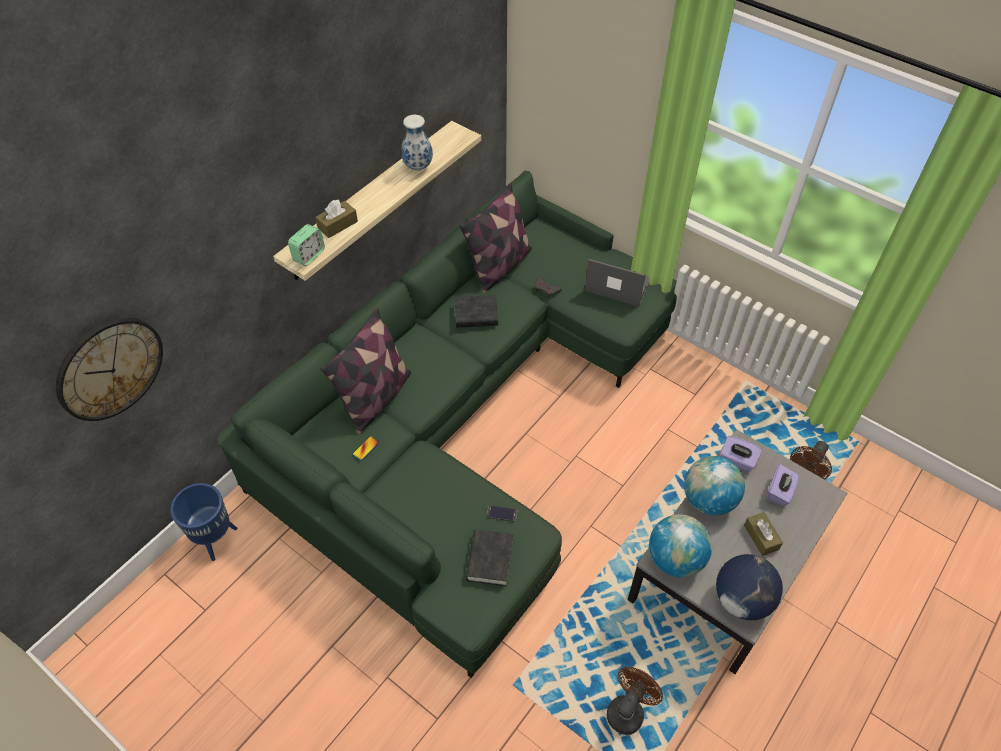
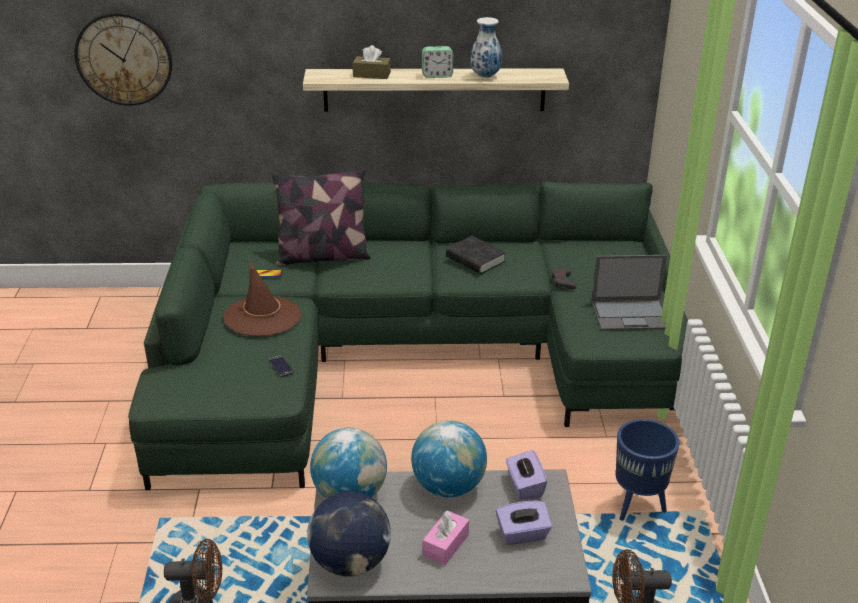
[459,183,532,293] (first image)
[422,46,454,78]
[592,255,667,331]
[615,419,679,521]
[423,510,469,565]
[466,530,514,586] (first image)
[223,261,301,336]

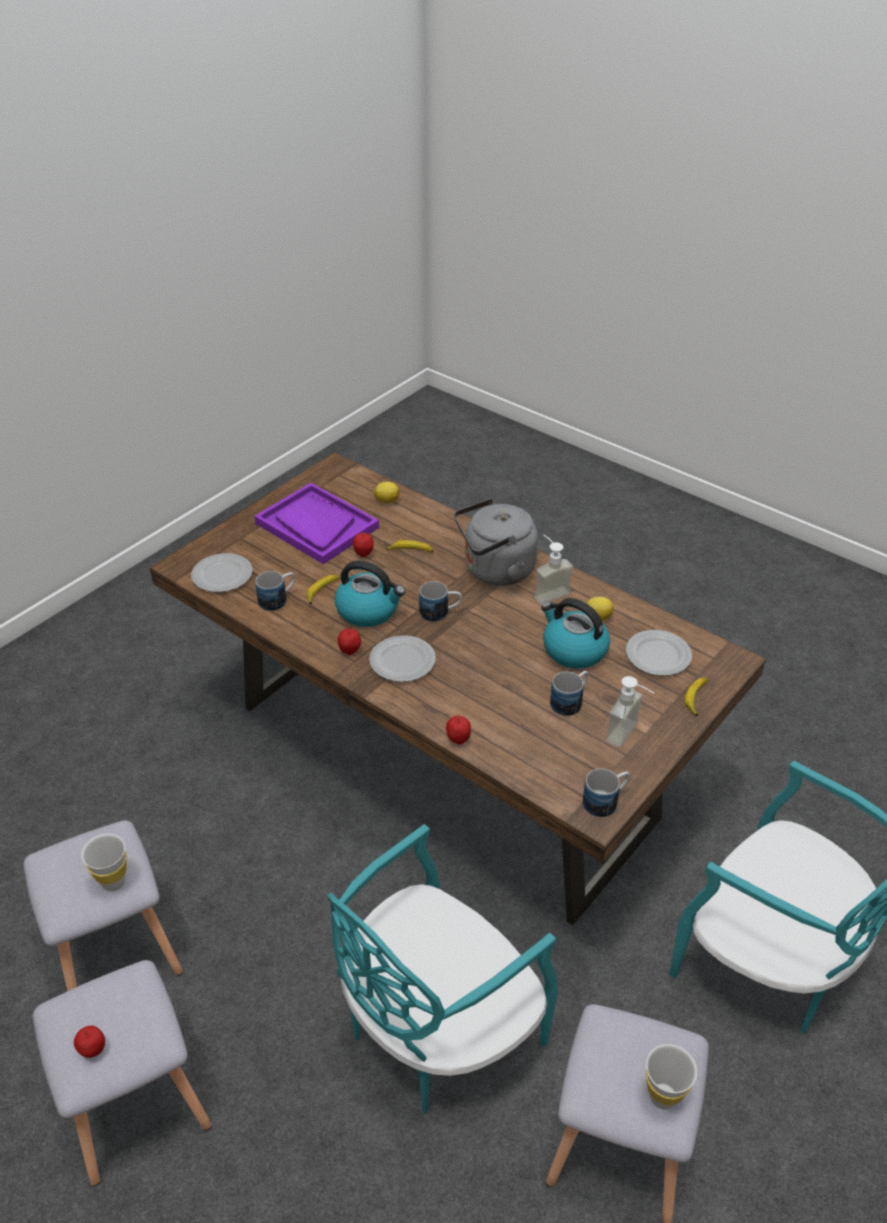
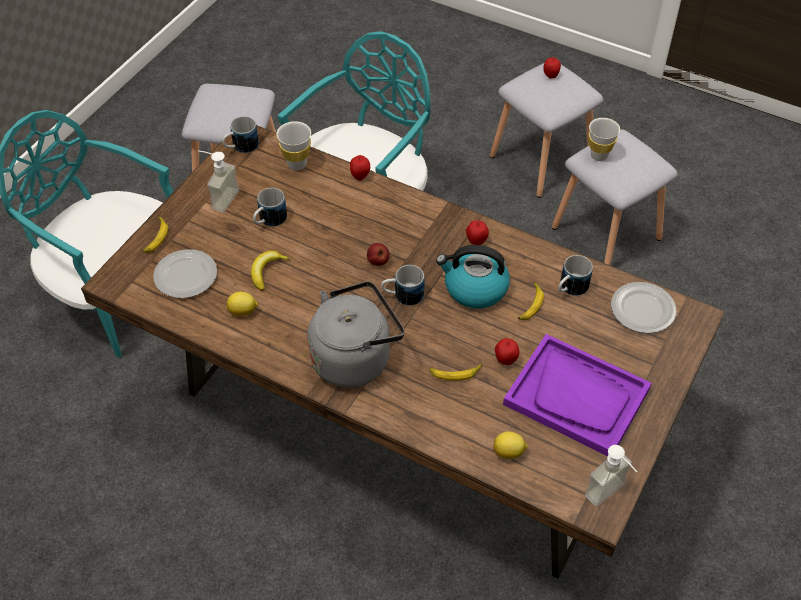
[585,445,637,506]
[251,250,290,291]
[369,635,436,682] (first image)
[276,121,311,170]
[367,243,389,266]

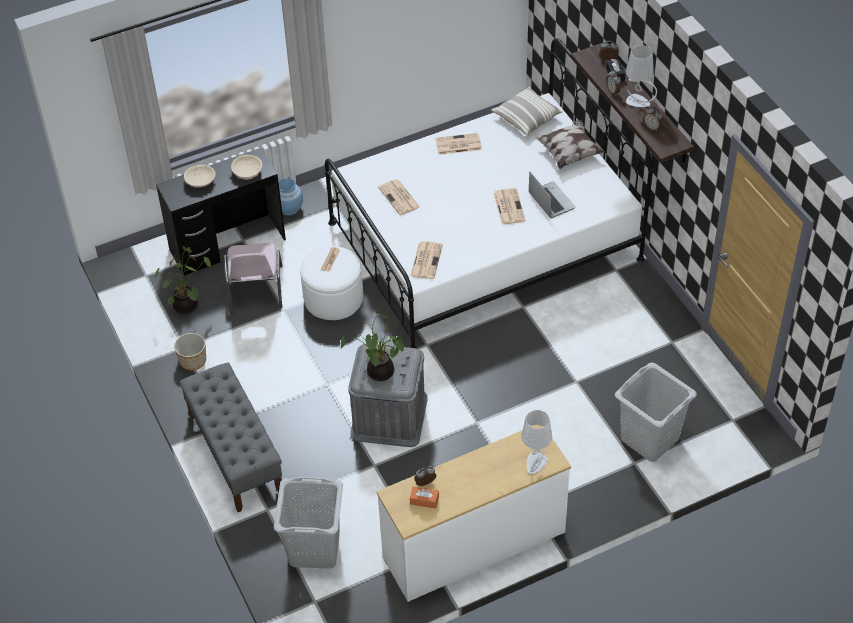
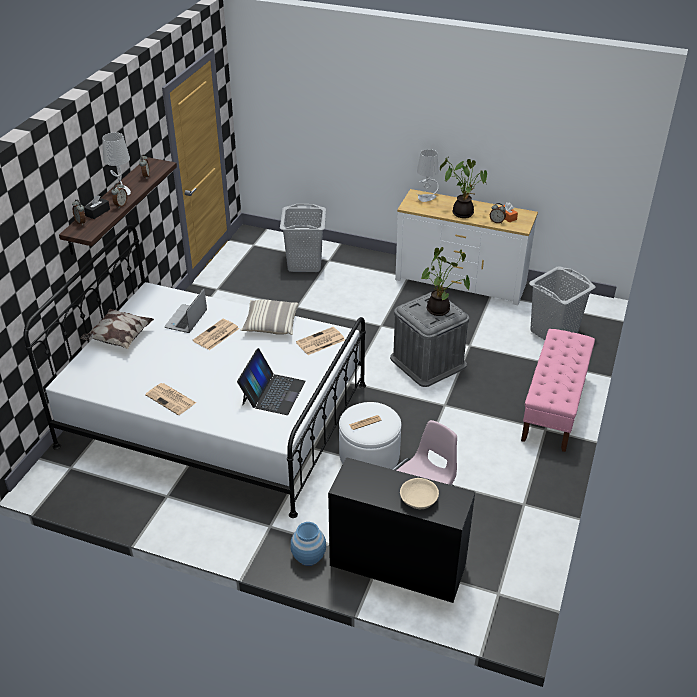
[241,300,298,335]
[231,155,262,180] (first image)
[237,348,306,415]
[440,156,487,218]
[174,333,206,370] (first image)
[521,329,595,452]

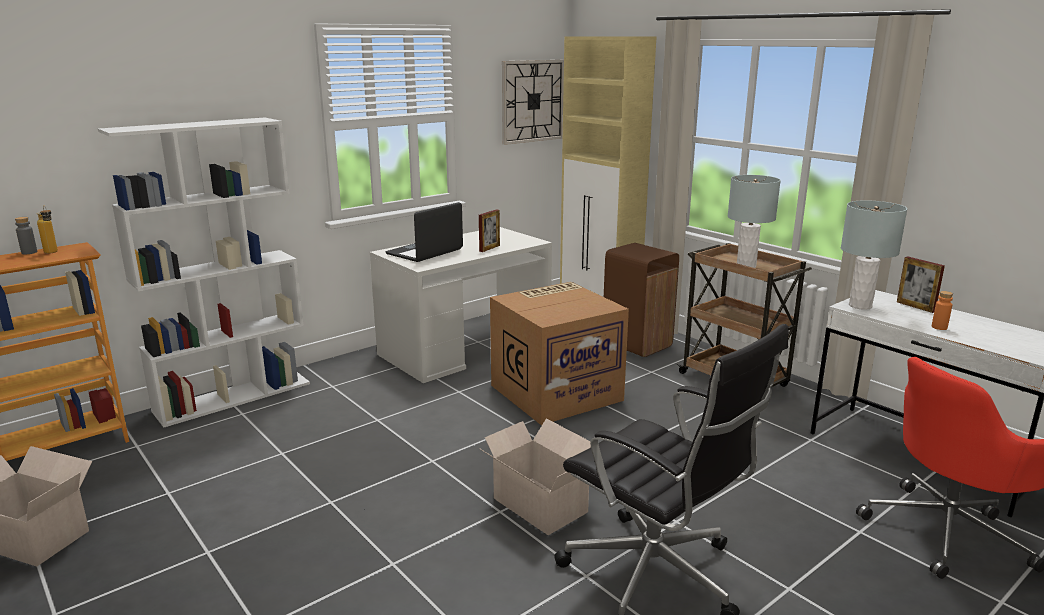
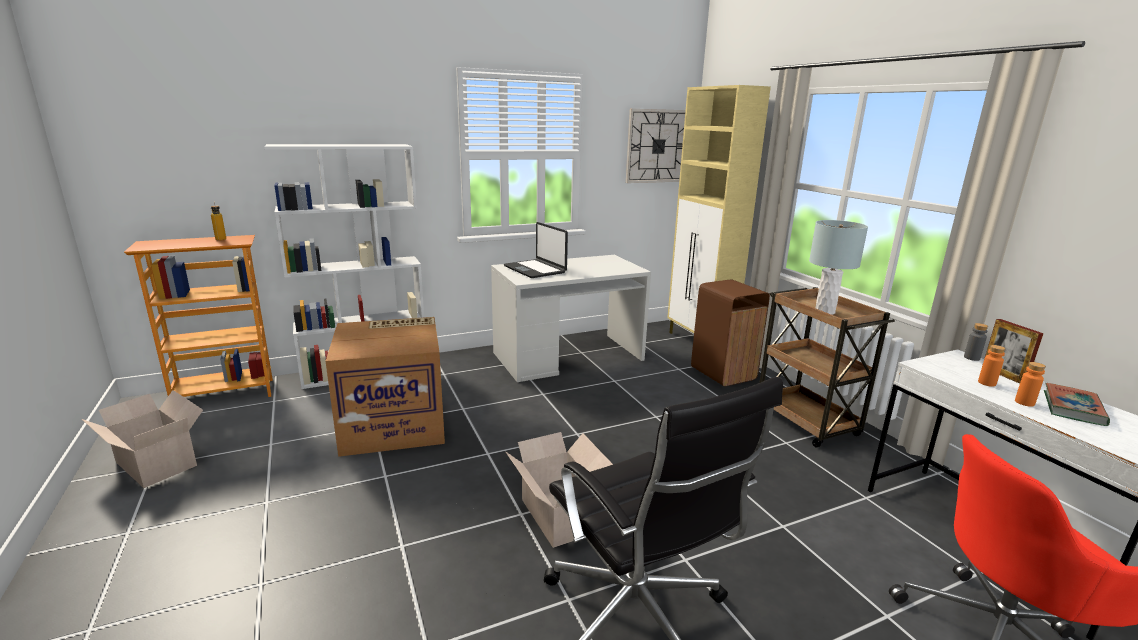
[841,200,907,310] (first image)
[504,222,568,278]
[479,209,500,252] (first image)
[964,323,988,361]
[326,317,445,457]
[978,345,1005,387]
[1044,383,1110,426]

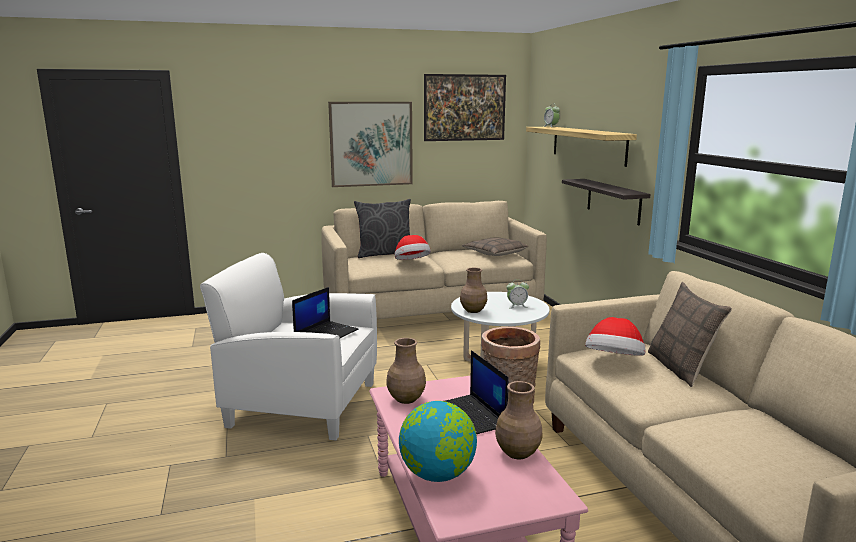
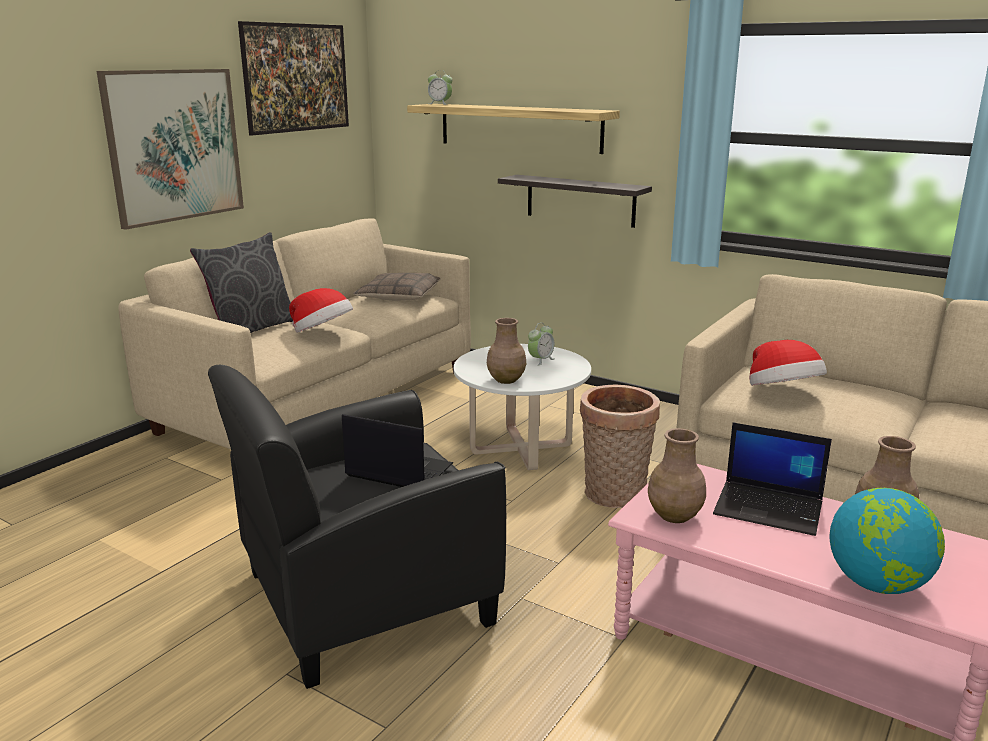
[208,365,506,689]
[648,282,732,387] (first image)
[342,414,453,487]

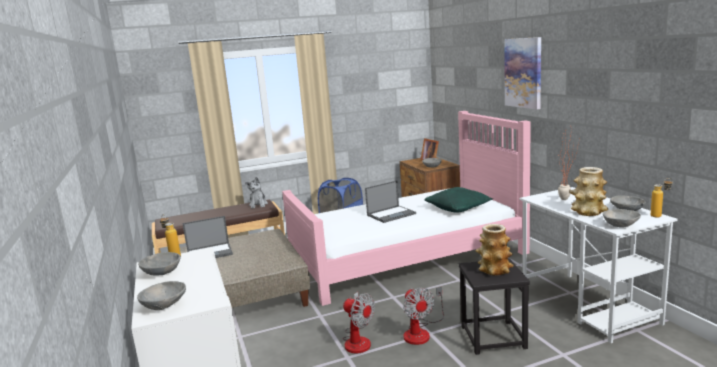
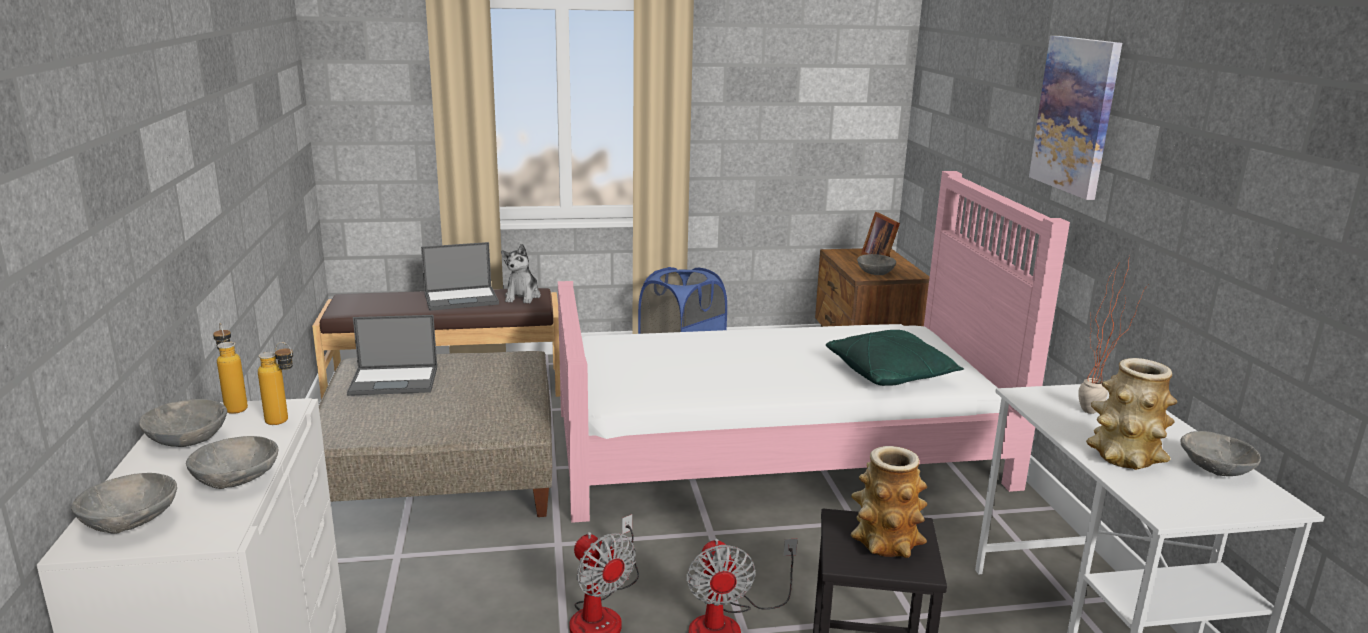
[258,342,293,425]
[421,242,499,311]
[186,436,278,489]

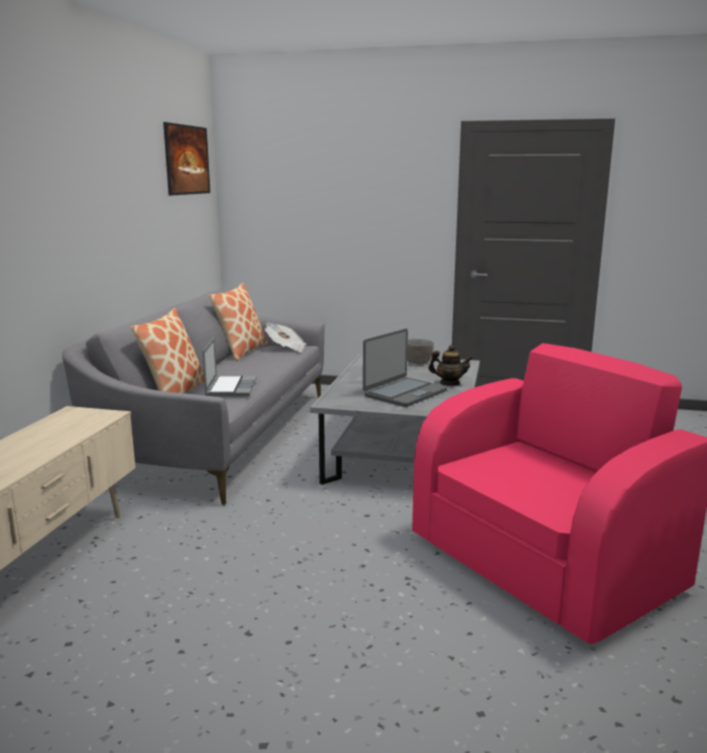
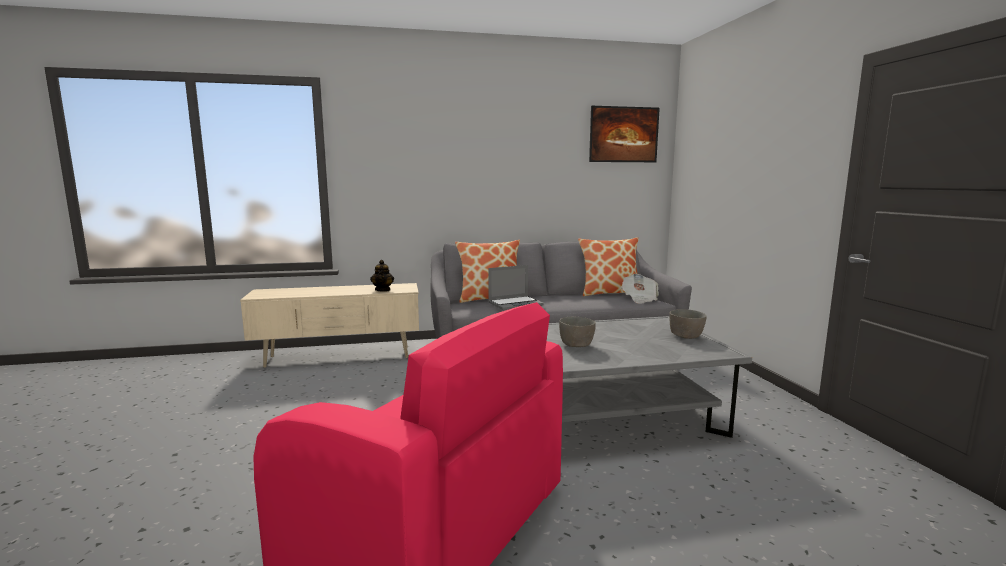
[559,317,596,347]
[370,260,394,292]

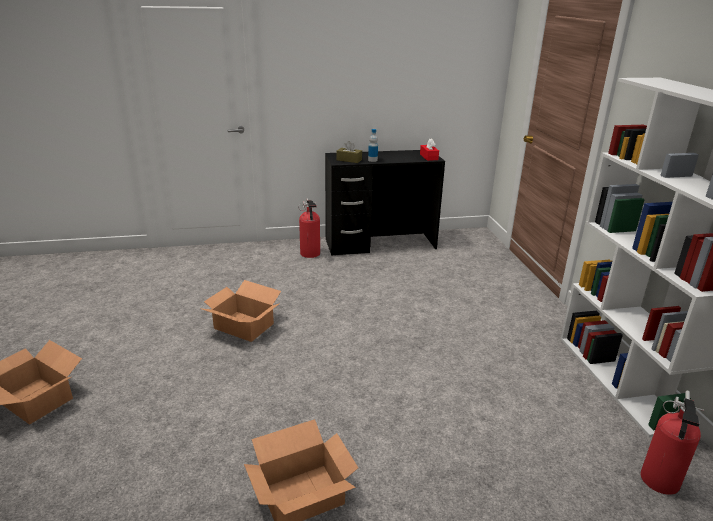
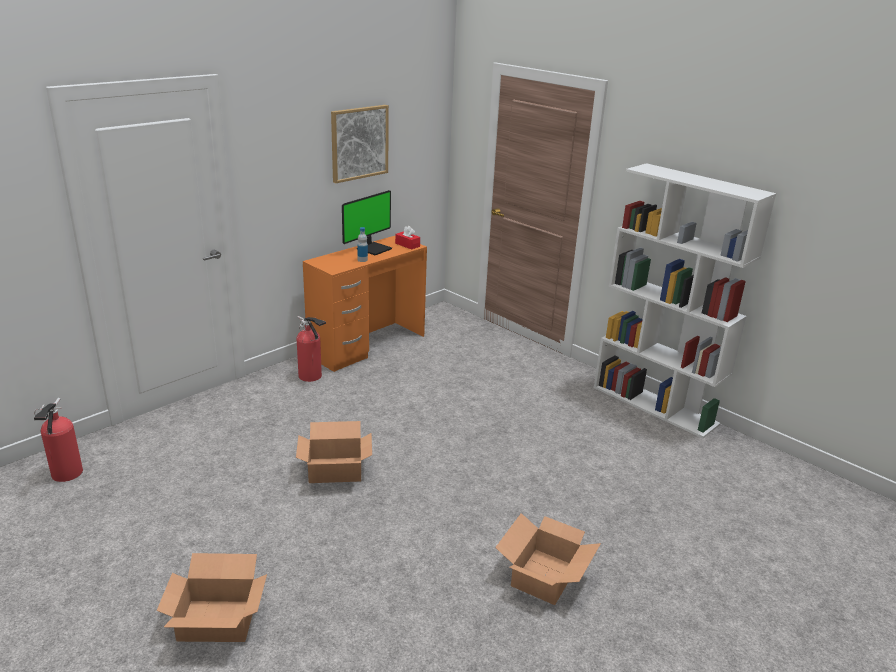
[337,141,362,163] (first image)
[303,236,427,372]
[34,398,83,482]
[331,105,389,183]
[342,190,392,255]

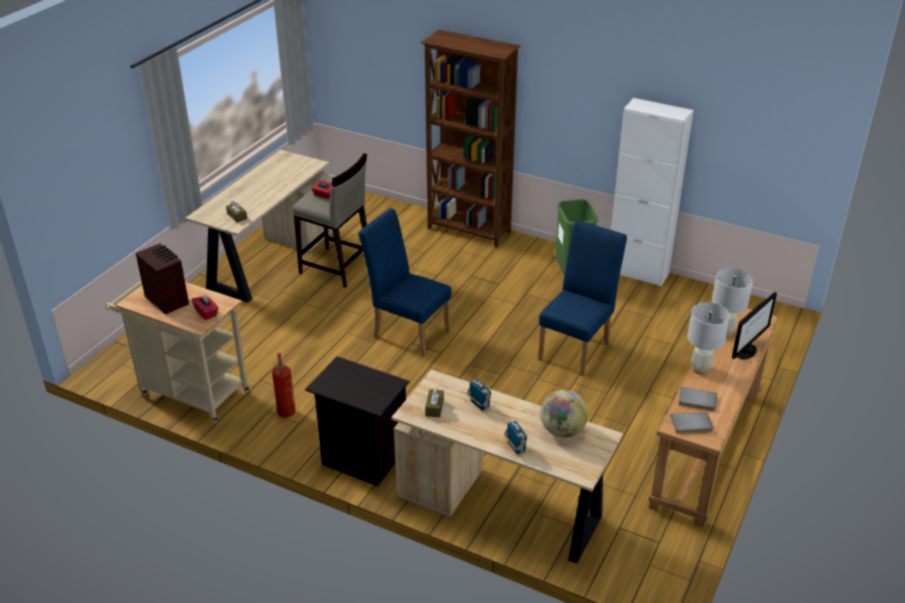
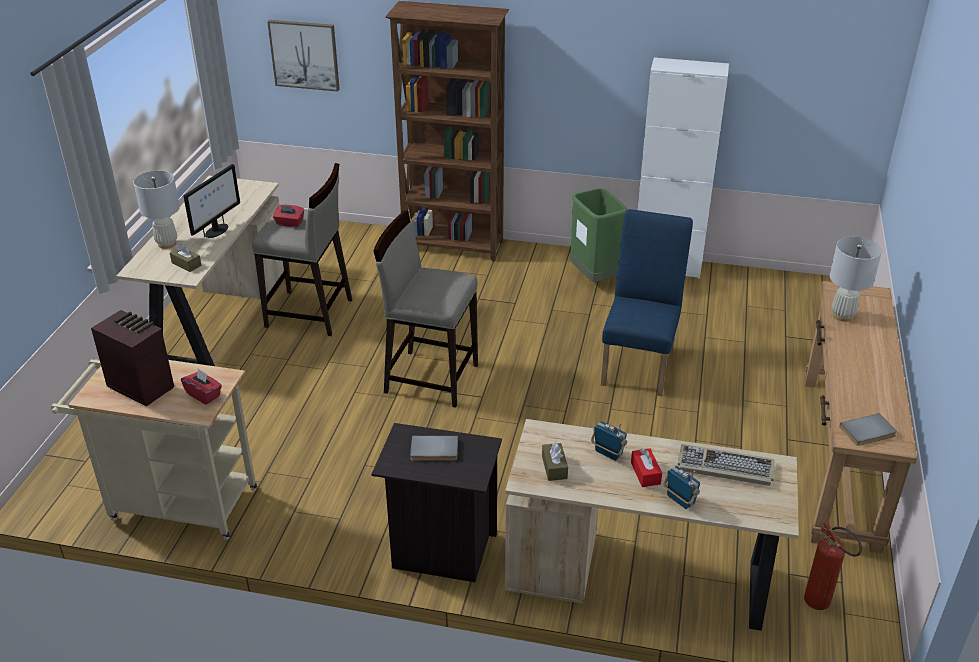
[374,211,478,408]
[184,164,240,238]
[134,171,180,249]
[804,521,862,610]
[410,436,458,461]
[678,444,775,486]
[267,20,340,92]
[631,448,662,487]

